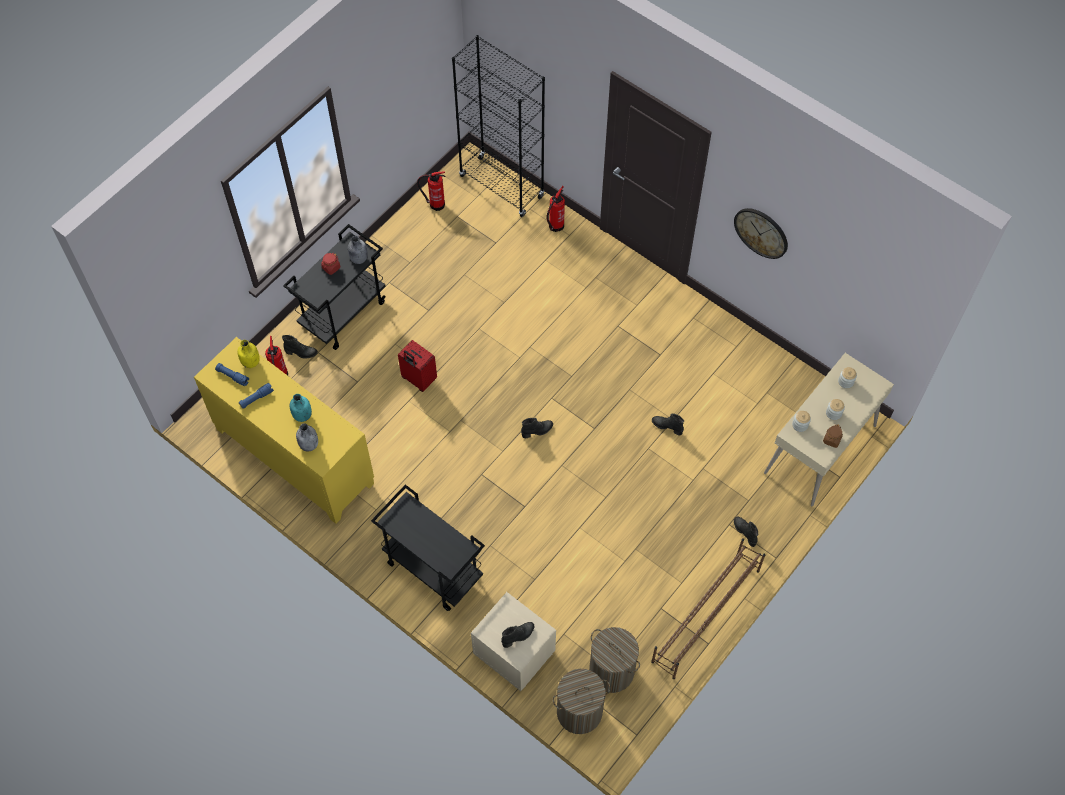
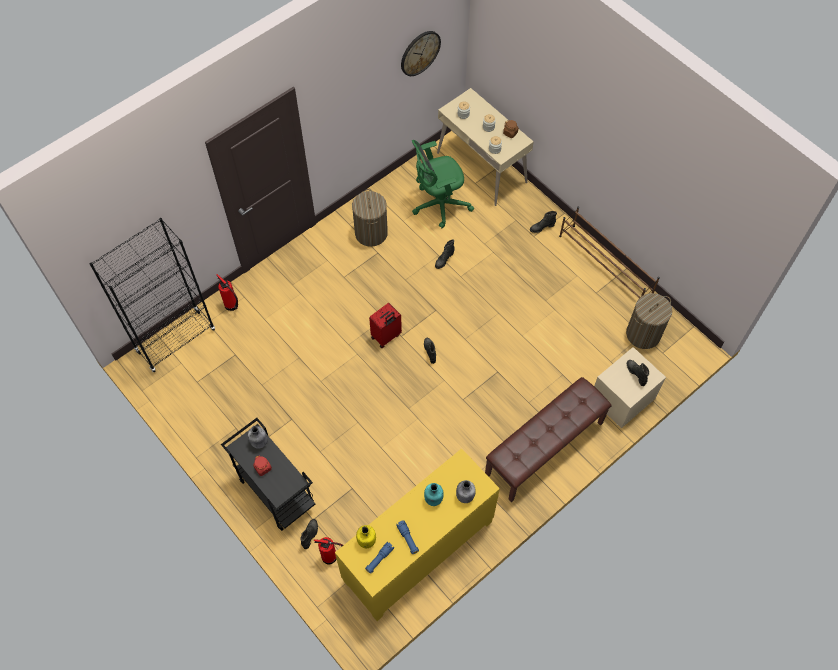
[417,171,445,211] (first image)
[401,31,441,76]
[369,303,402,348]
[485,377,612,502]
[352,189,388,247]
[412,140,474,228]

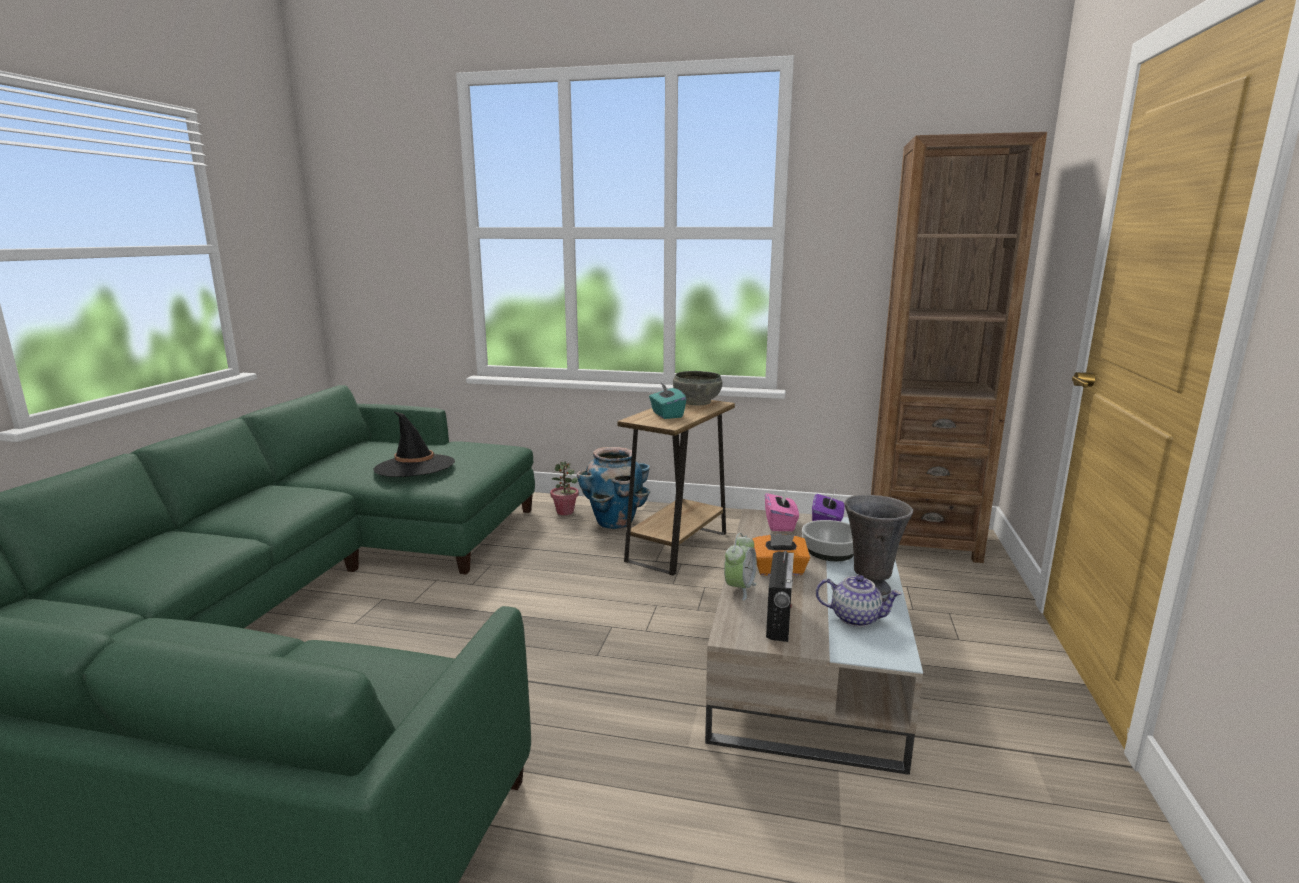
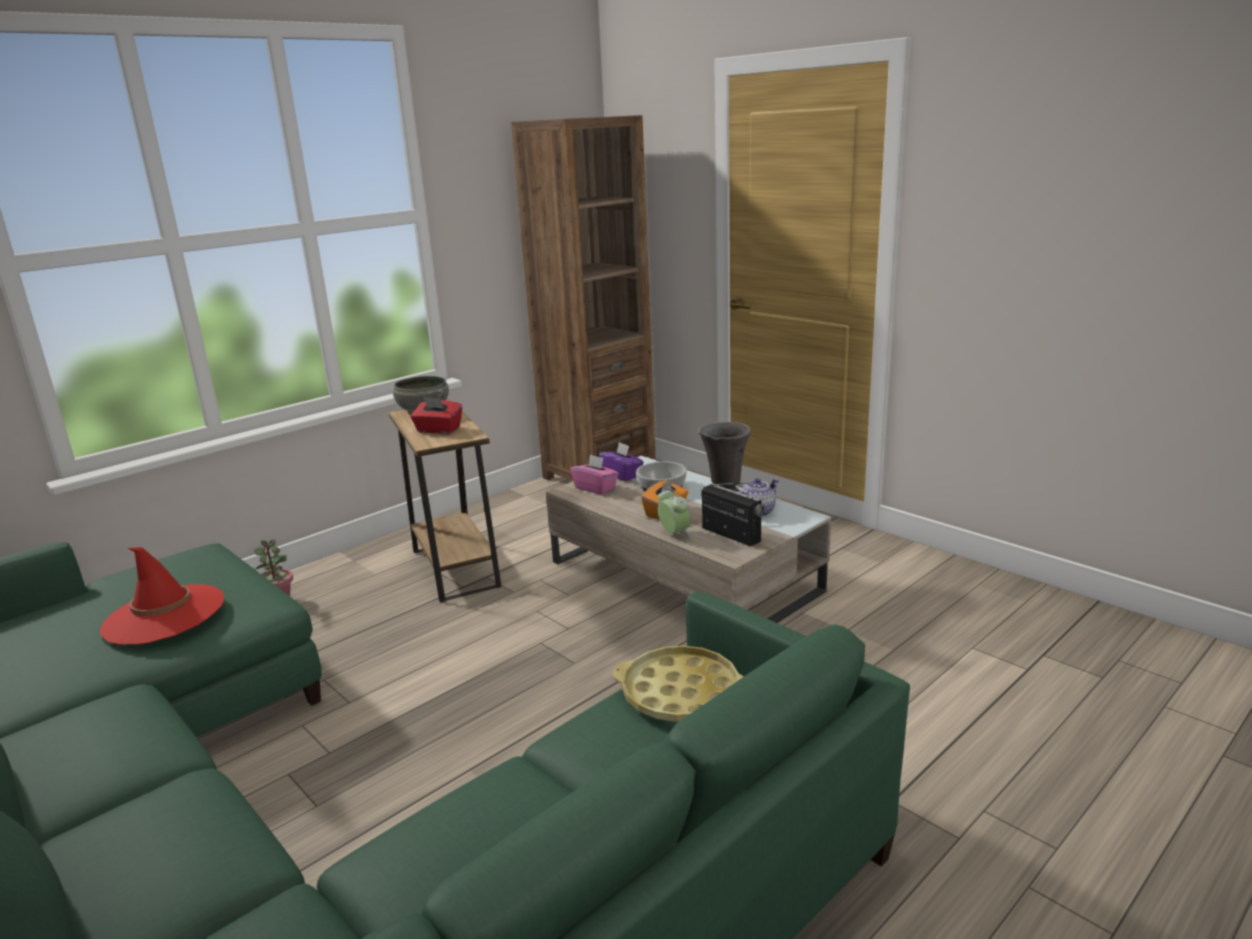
[410,397,462,434]
[100,547,224,645]
[577,447,650,529] (first image)
[613,645,744,722]

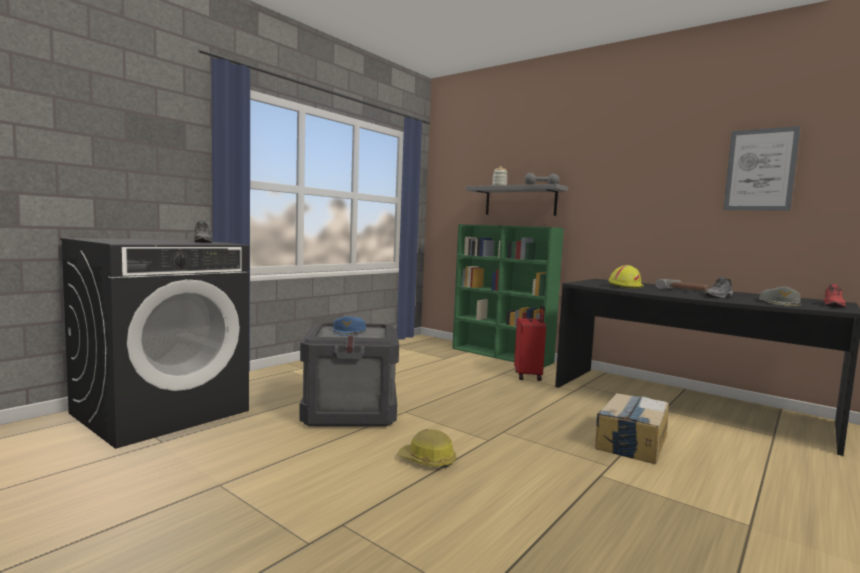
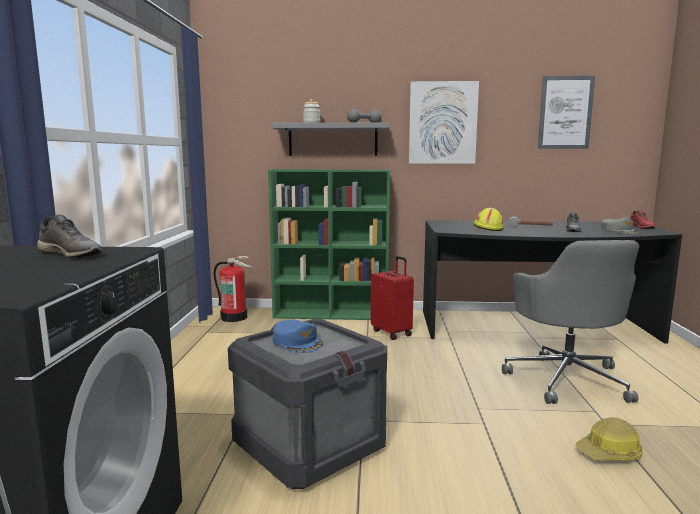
[502,240,639,404]
[575,417,643,461]
[409,81,479,164]
[213,256,251,322]

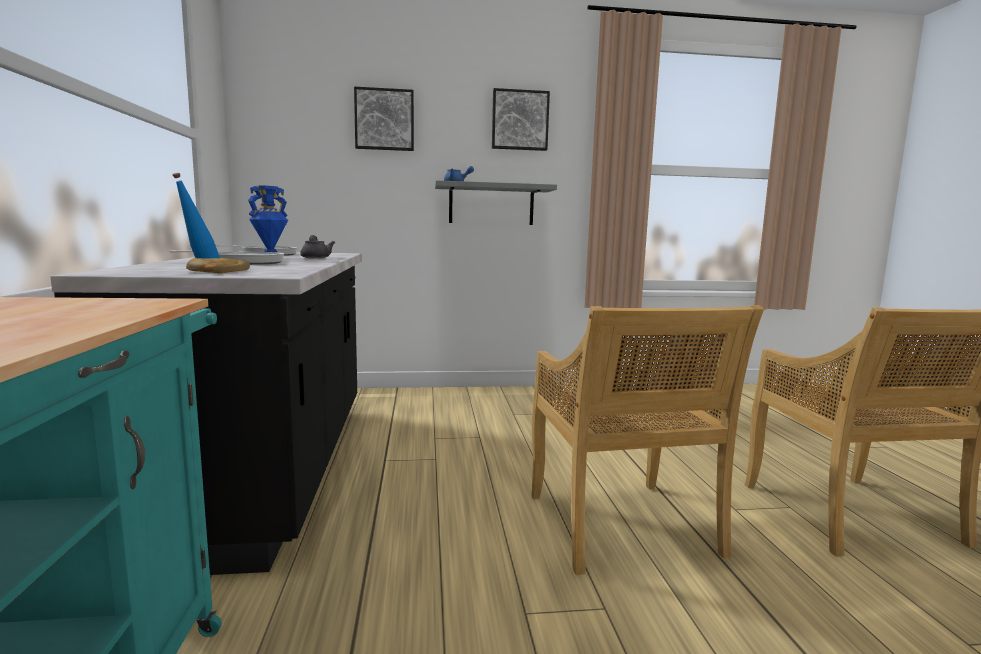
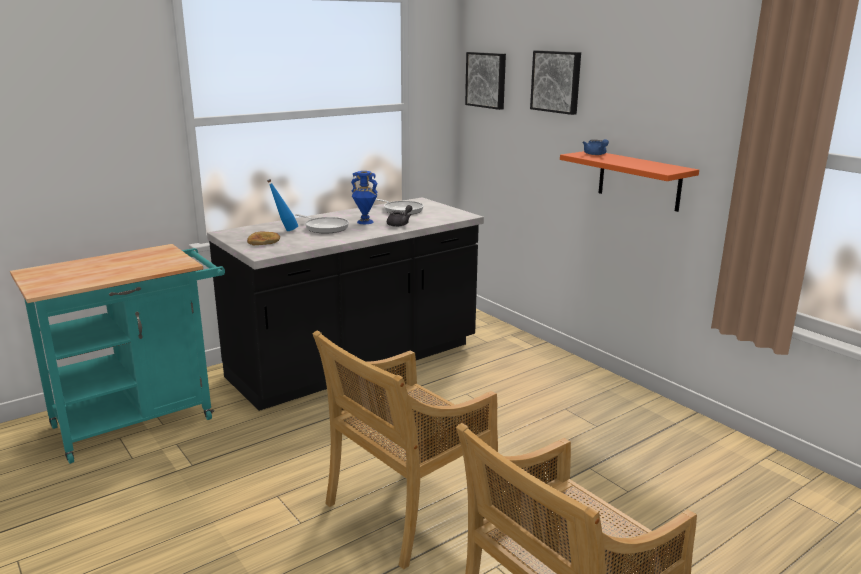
[465,52,506,110]
[560,151,699,212]

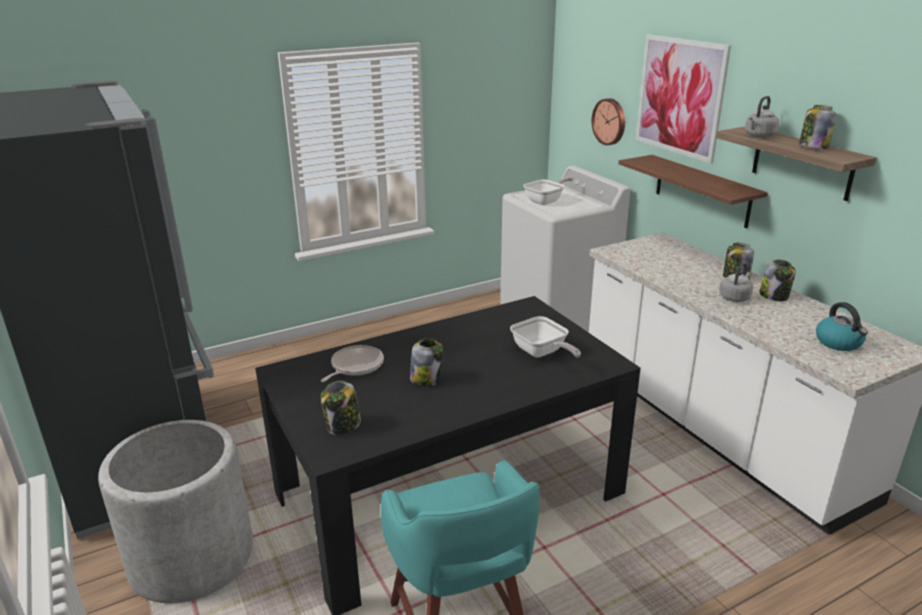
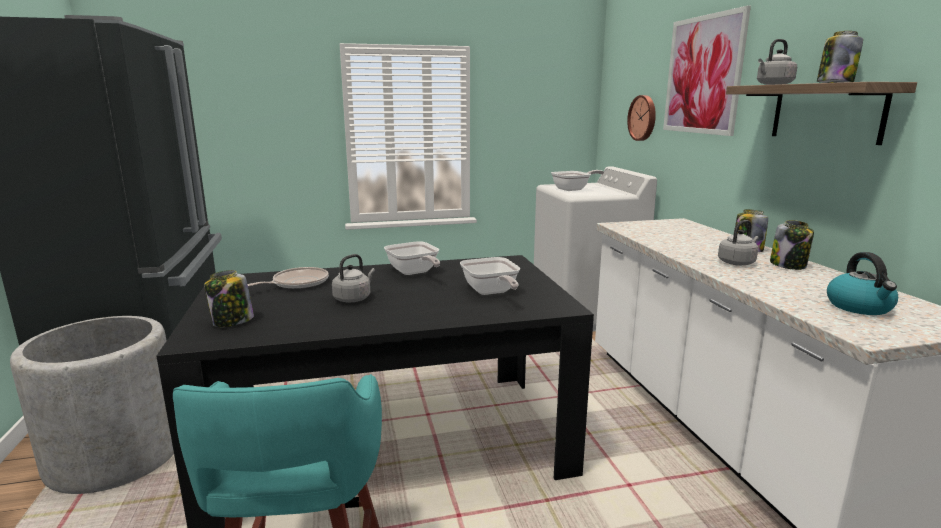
[618,155,768,228] (first image)
[332,254,375,303]
[384,241,440,275]

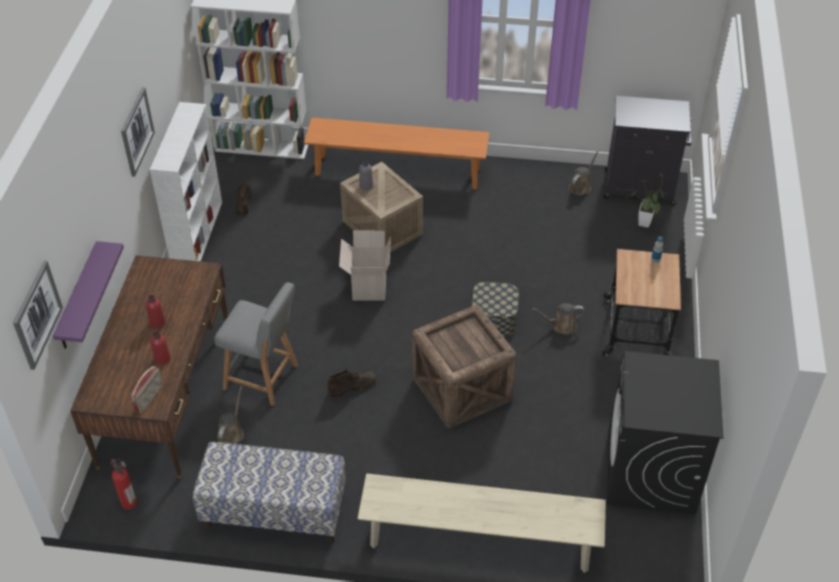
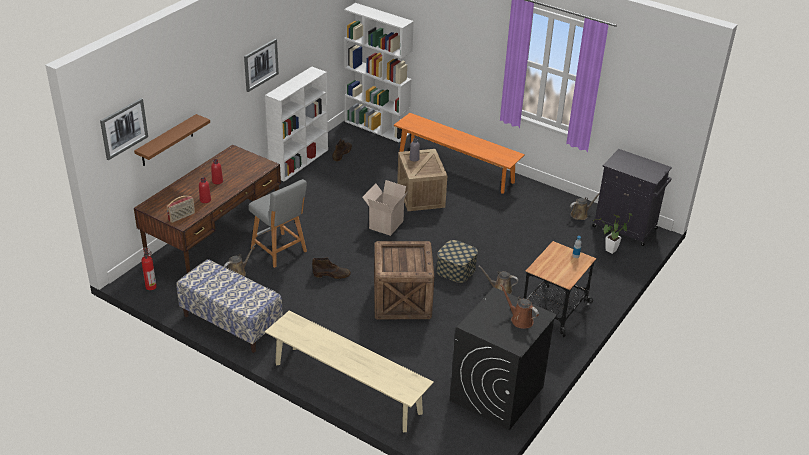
[134,114,210,166]
[500,284,539,329]

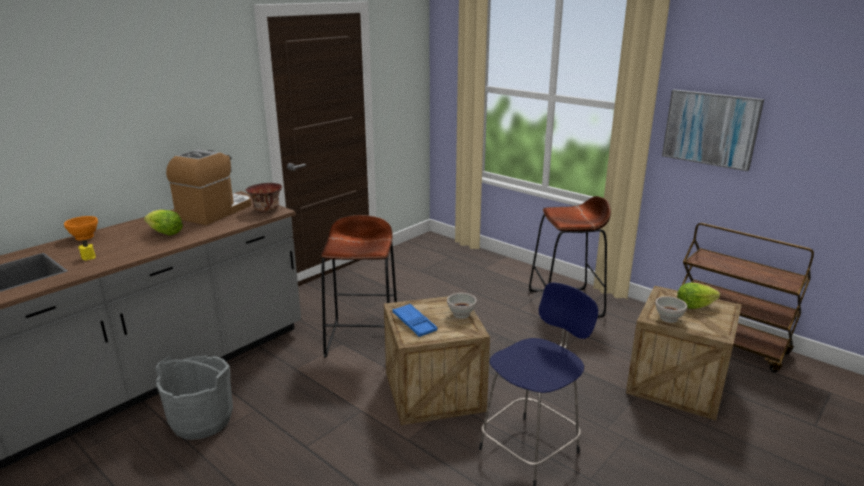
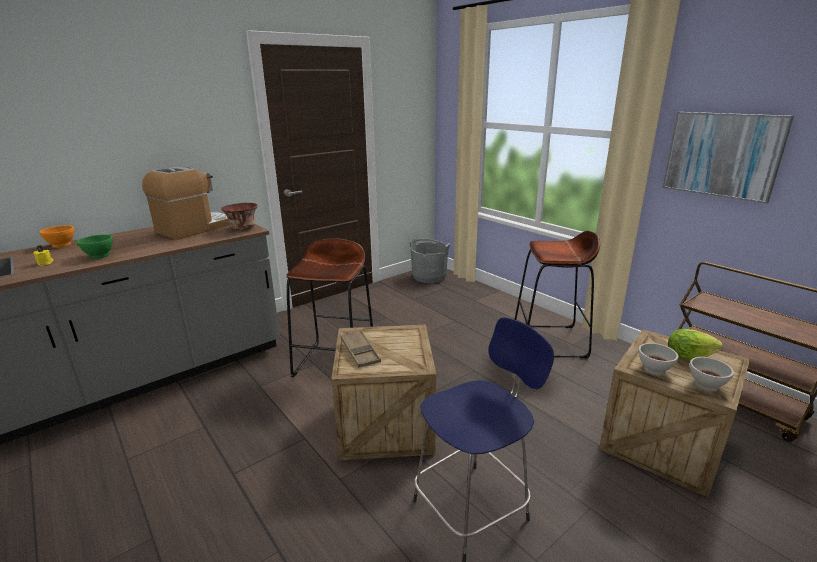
[144,210,183,236] (first image)
[689,357,734,391]
[341,330,381,368]
[409,239,450,283]
[77,234,113,259]

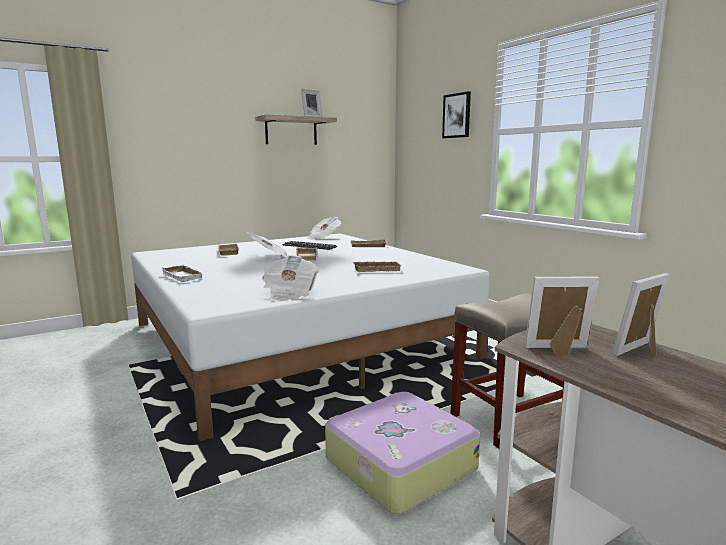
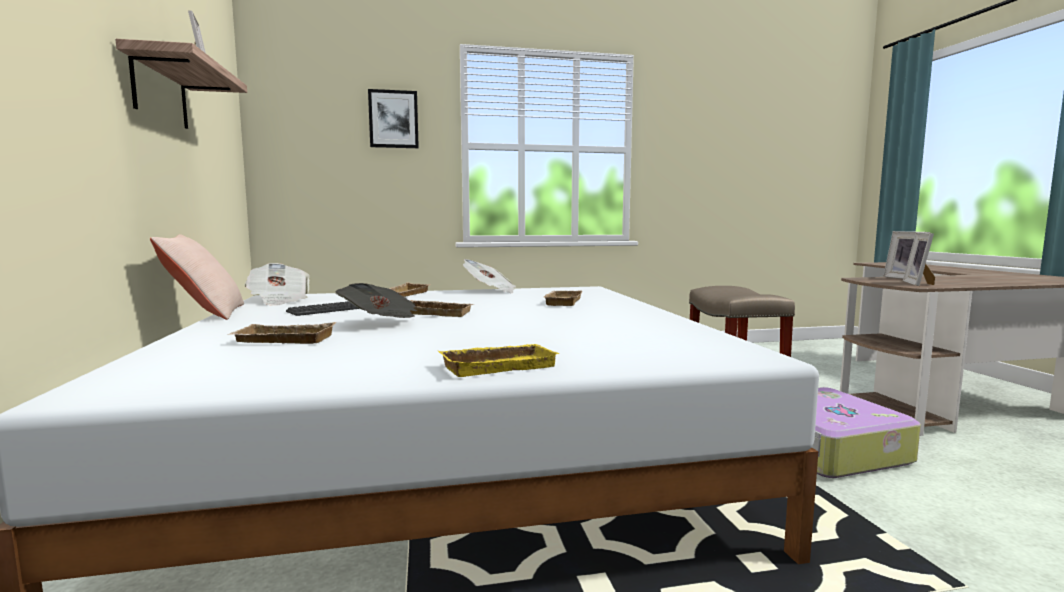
[463,259,516,293]
[438,344,559,377]
[150,234,244,320]

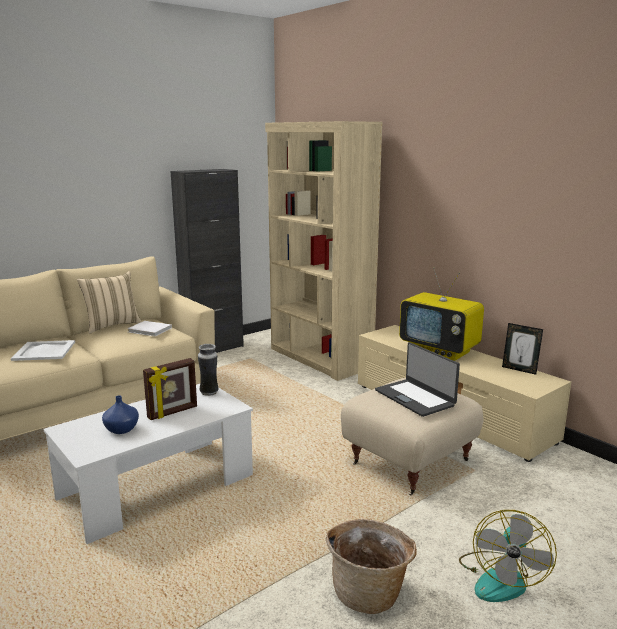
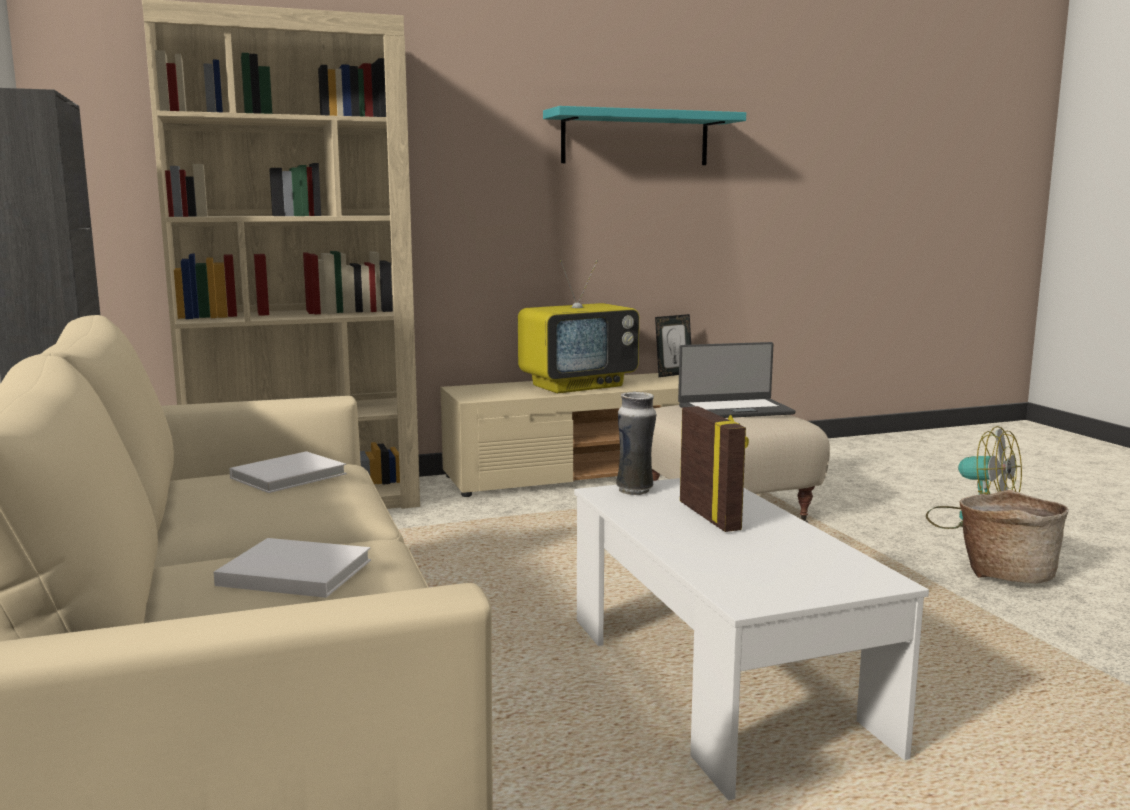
[77,271,142,334] (first image)
[214,538,371,598]
[102,395,139,434] (first image)
[543,106,746,165]

